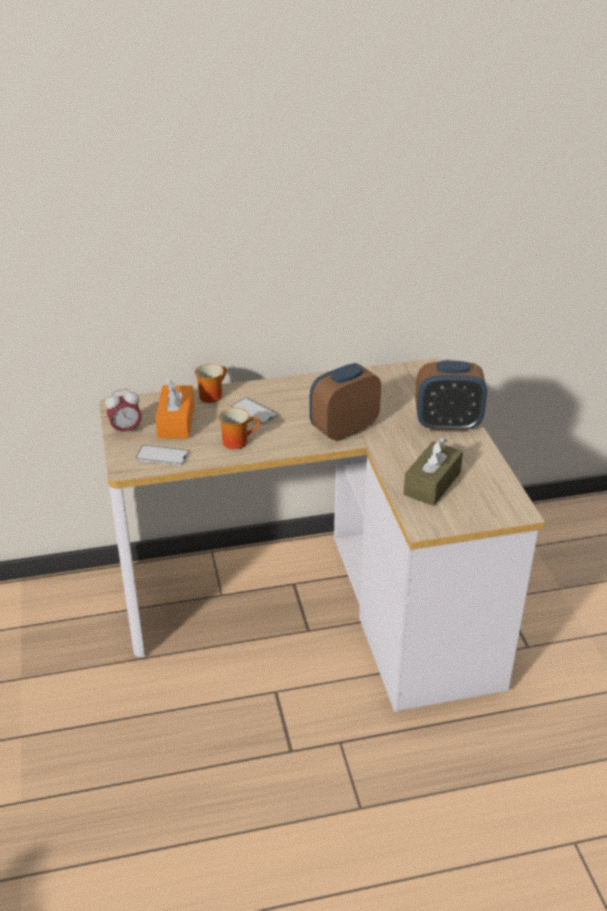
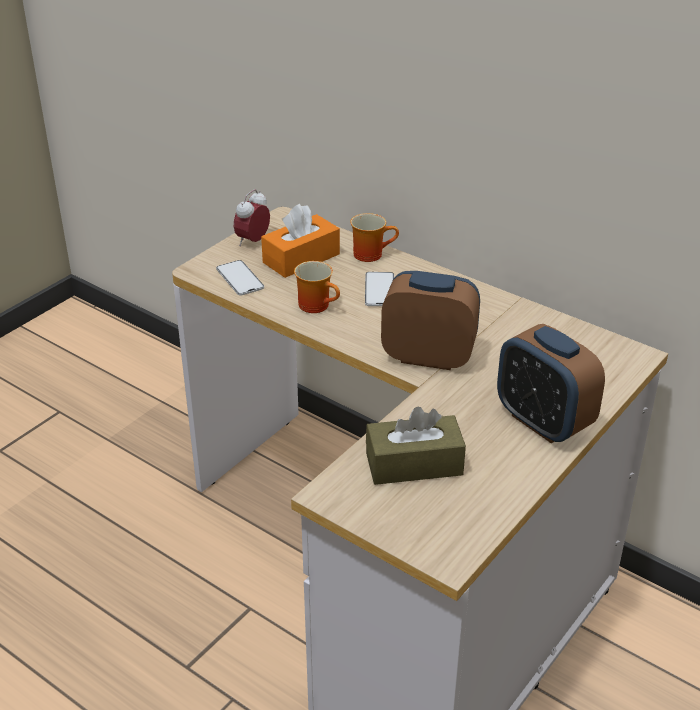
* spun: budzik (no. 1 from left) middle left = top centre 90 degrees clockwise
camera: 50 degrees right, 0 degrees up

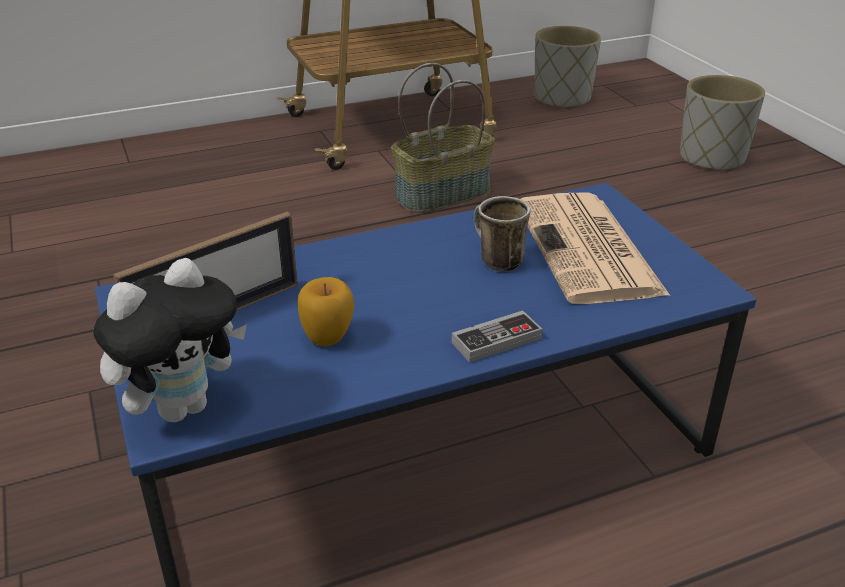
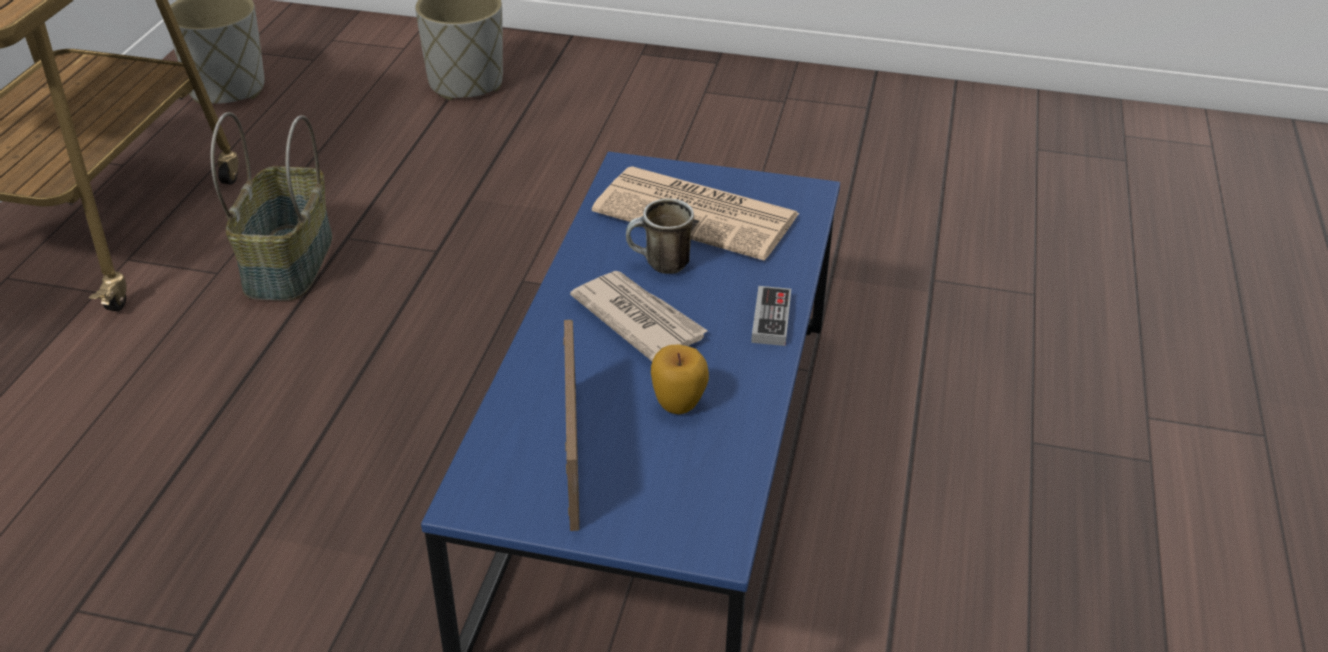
* missing: pluszak middle left
* appeared: gazeta (no. 1 from left) centre
camera: 55 degrees left, 5 degrees up

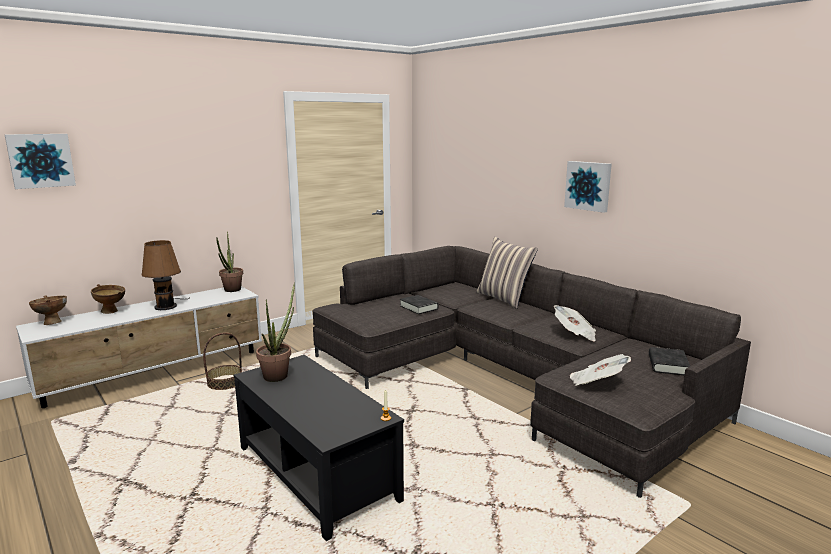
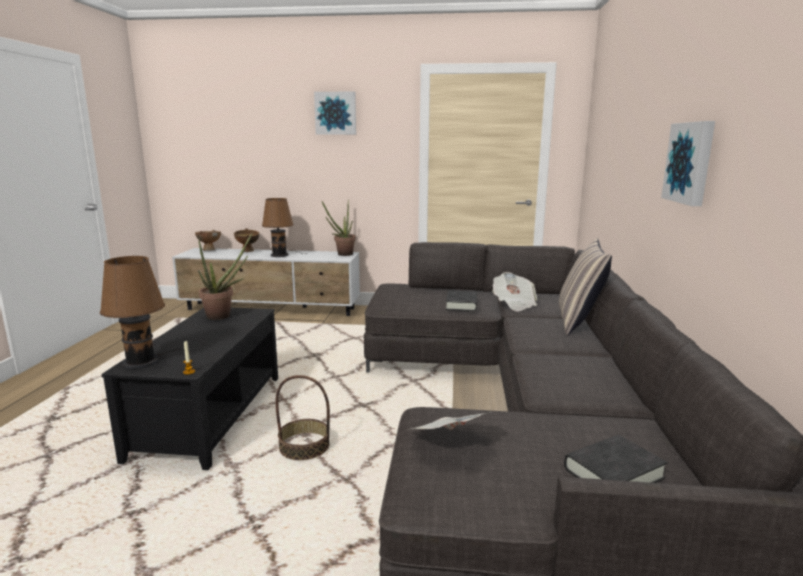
* appeared: lampa stołowa/brązowy (no. 1 from left) middle left
* relocated: obraz (no. 1 from left) top left to top centre
* relocated: koszyk middle left to bottom centre
* relocated: gazeta (no. 1 from left in the first image) middle right to gazeta (no. 2 from left) centre
camera: 45 degrees right, 0 degrees up

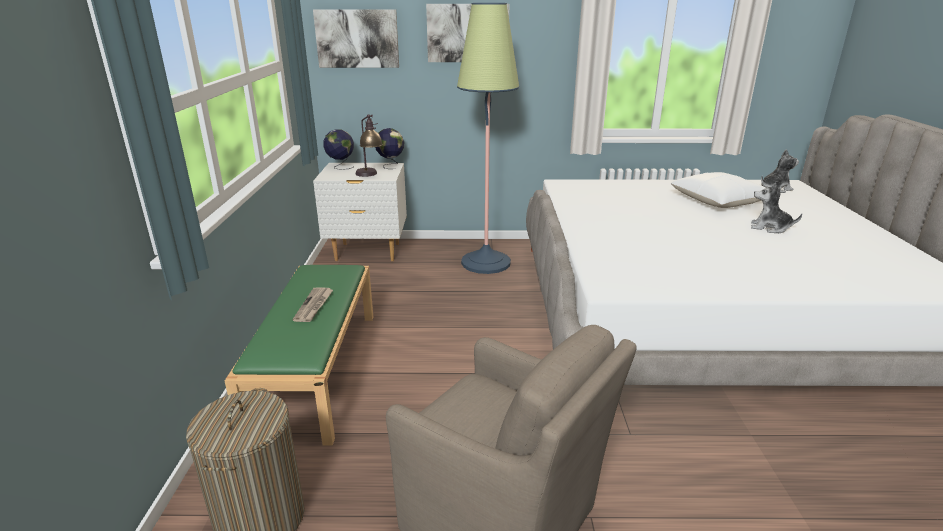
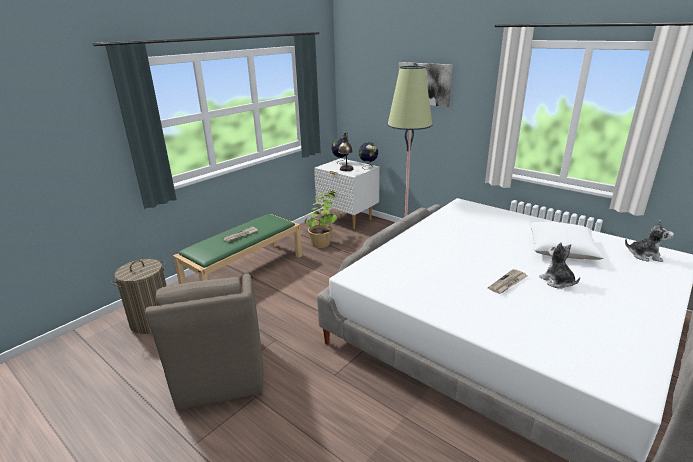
* missing: obraz (no. 1 from left) top centre
* appeared: roślina doniczkowa centre
* appeared: gazeta (no. 2 from left) middle right
camera: 40 degrees right, 0 degrees up

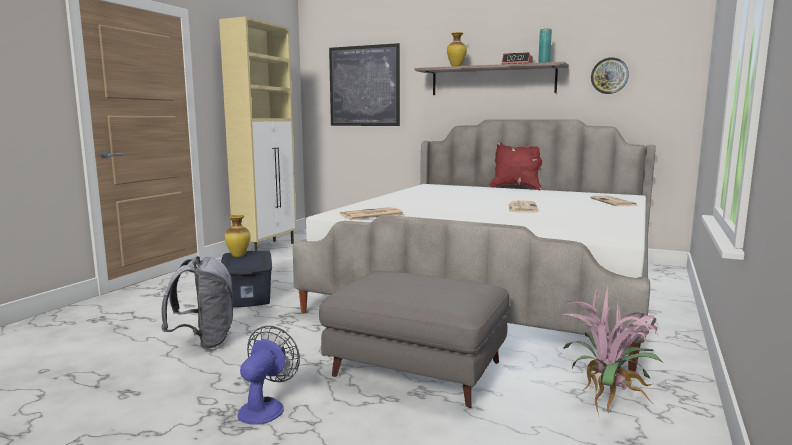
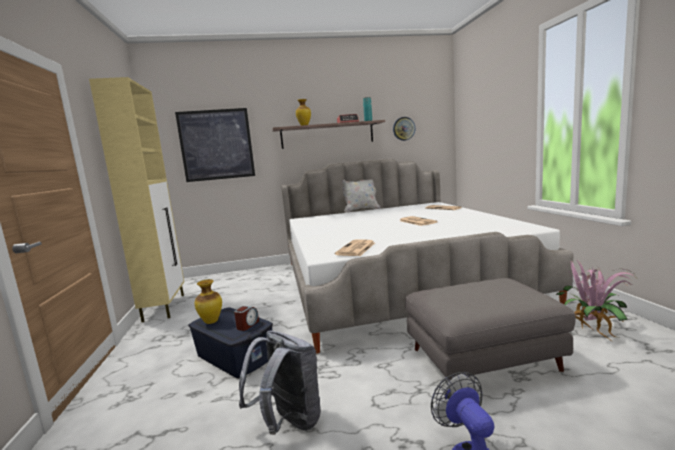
* appeared: budzik (no. 1 from left) bottom centre
* colour: poduszka/czerwony centre to poduszka/biały centre
camera: 35 degrees left, 0 degrees up

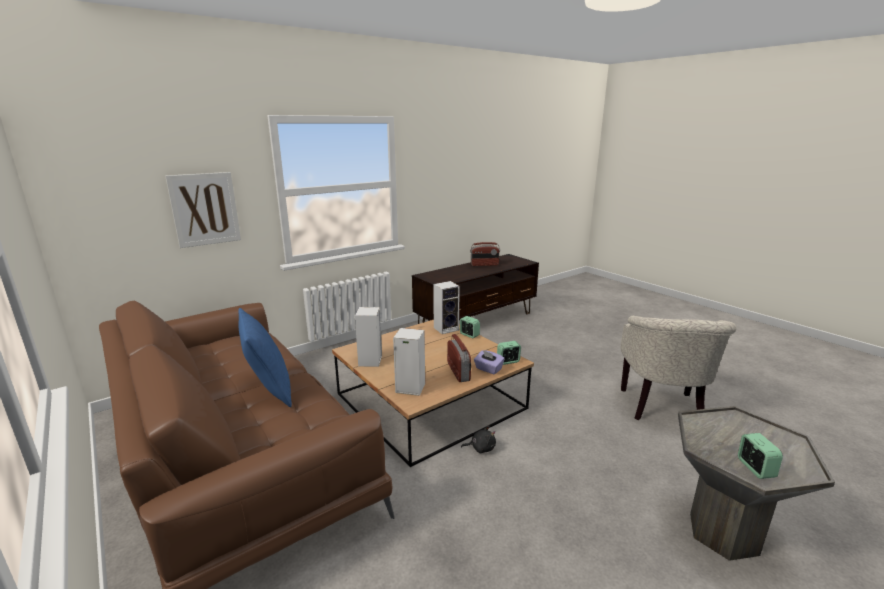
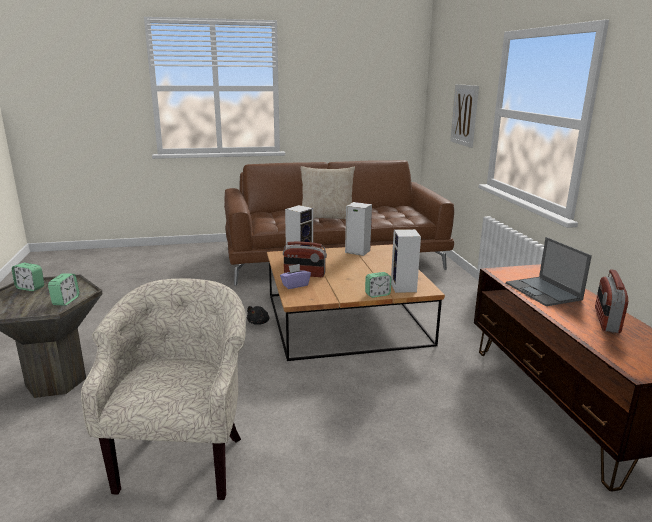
* appeared: laptop middle right
* relocated: budzik (no. 2 from left) centre to middle left
* colour: poduszka/niebieski middle left to poduszka/beżowy centre
* spun: fotel/beżowy middle right = bottom left 60 degrees clockwise
camera: 115 degrees right, 0 degrees up

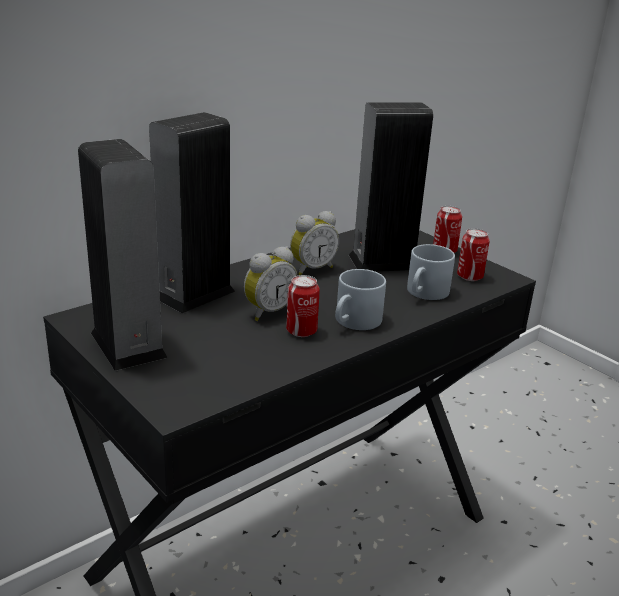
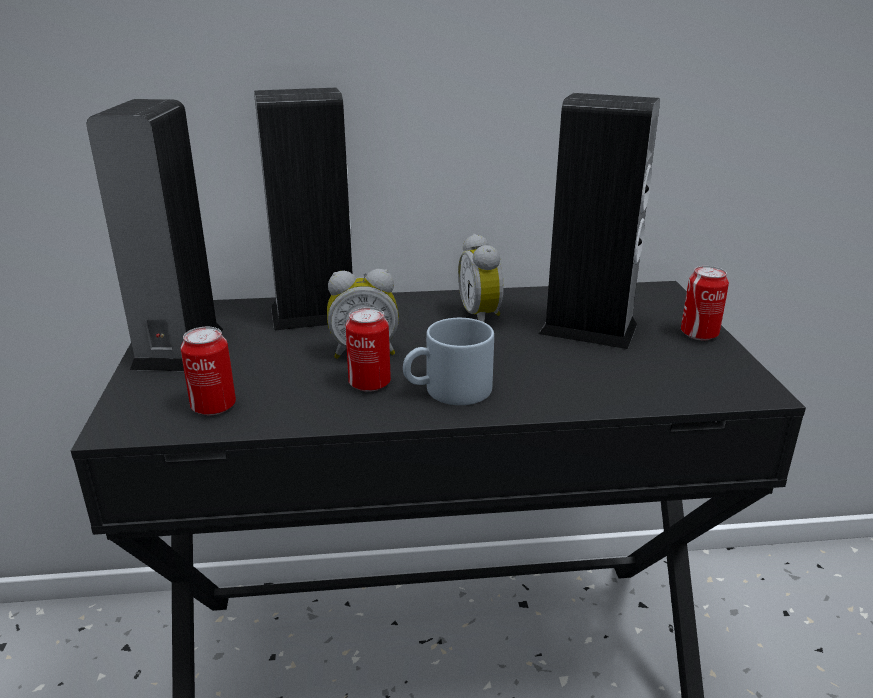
* missing: kubek/szary (no. 2 from left) middle right
* relocated: puszka (no. 3 from left in the first image) middle right to puszka (no. 1 from left) middle left
* spun: budzik (no. 2 from left) centre = centre 75 degrees clockwise
camera: 35 degrees right, 0 degrees up

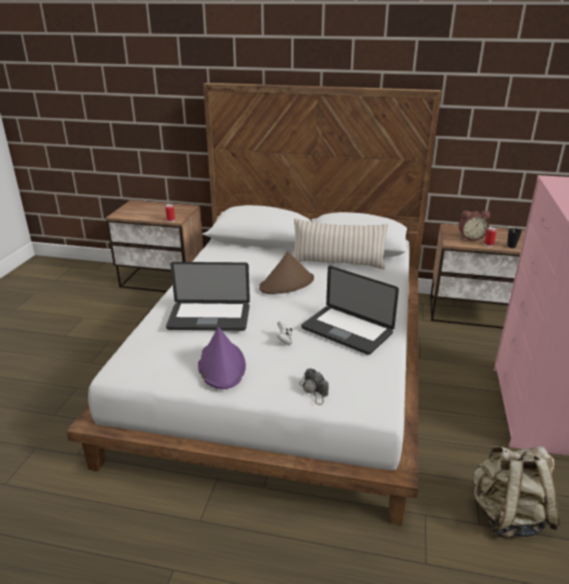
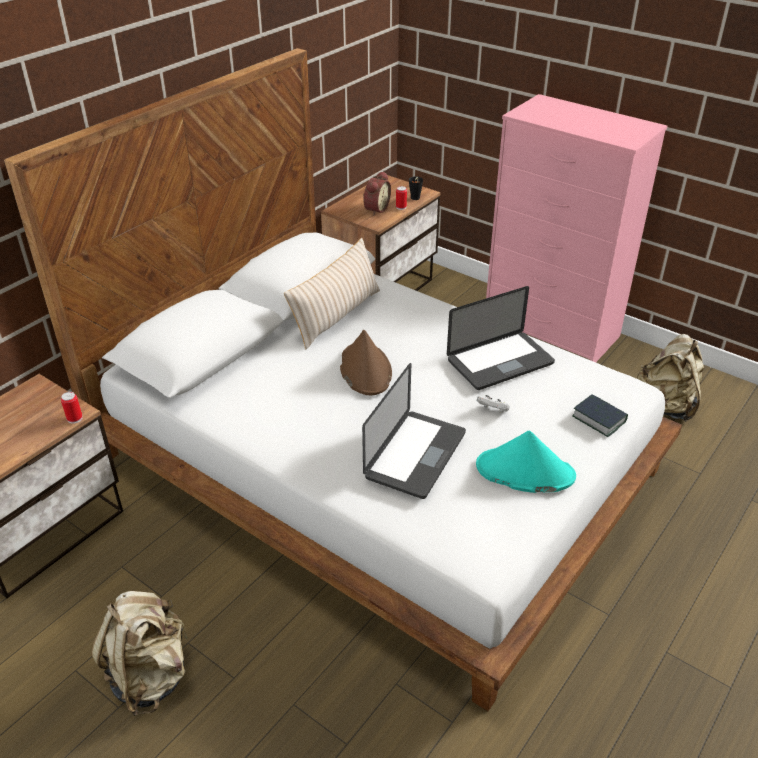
* appeared: plecak/beżowy (no. 1 from left) bottom left
* exchanged: aparat fotograficzny centre to książka middle right
* colour: kapelusz/fioletowy centre to kapelusz/turkusowy middle right
camera: 65 degrees left, 10 degrees up

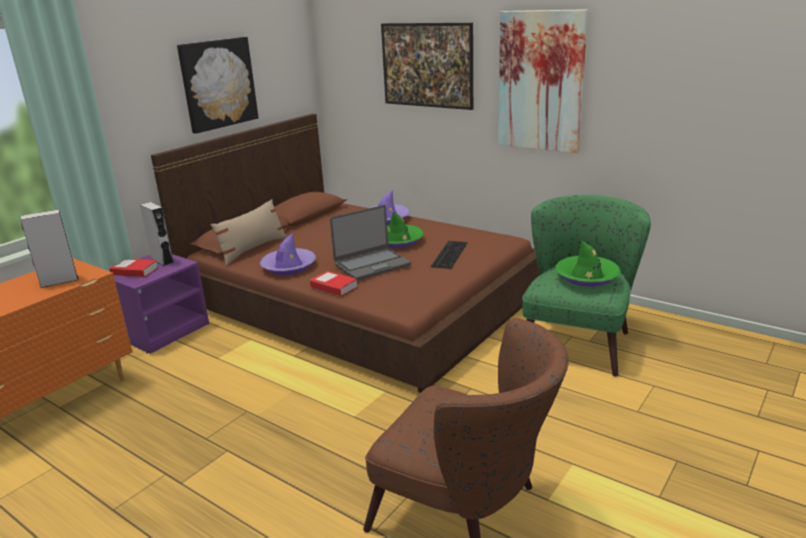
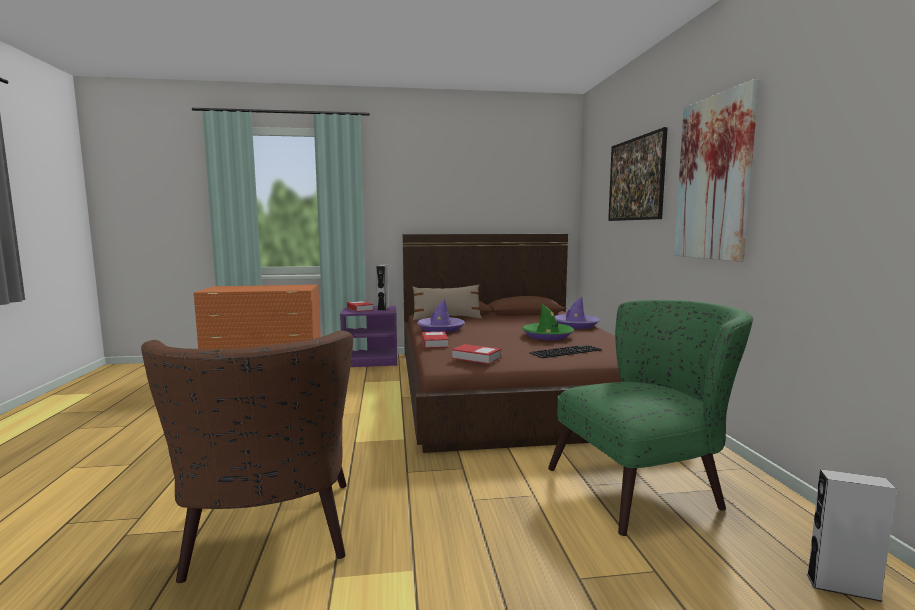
* missing: obraz (no. 1 from left) top left
* missing: laptop centre
* missing: kapelusz/zielony (no. 2 from left) middle right
* appeared: książka (no. 3 from left) centre
* relocated: głośnik/szary (no. 1 from left in the first image) middle left to głośnik/szary (no. 2 from left) bottom right
camera: 45 degrees right, 15 degrees down

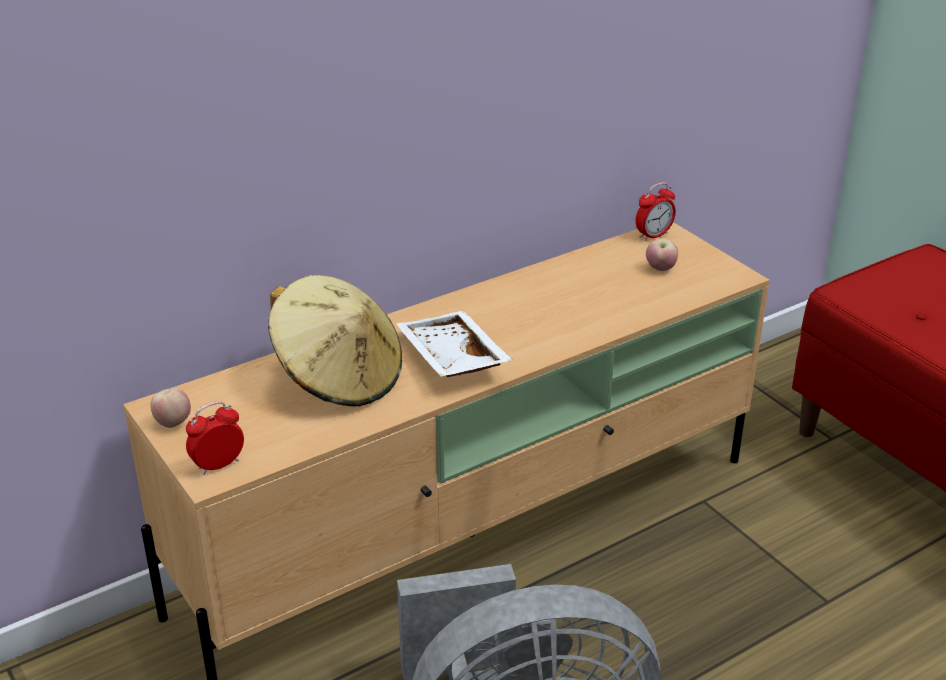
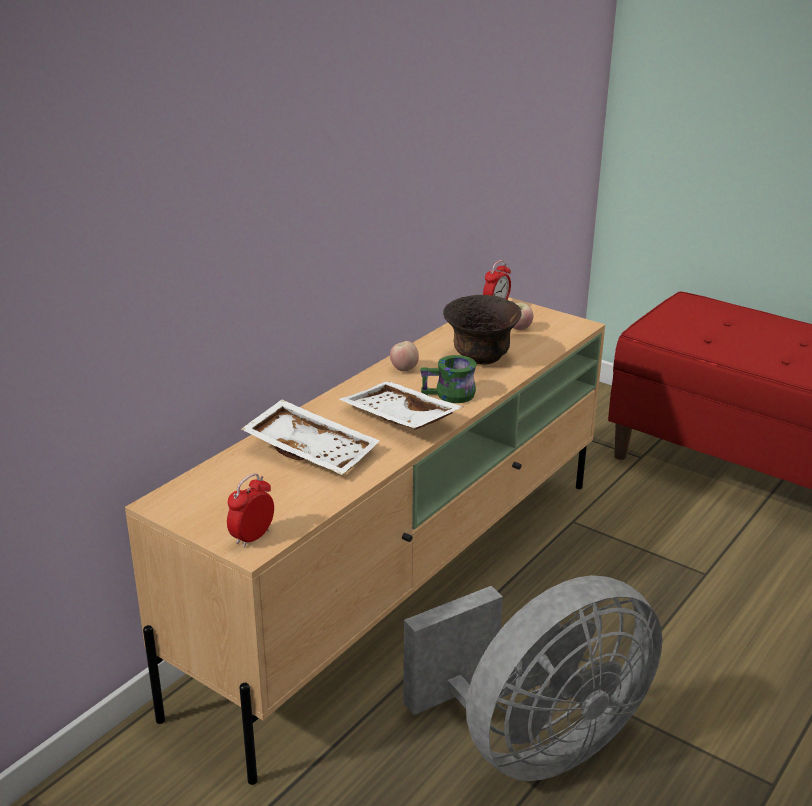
* appeared: kubek/zielony centre
* appeared: miska/brązowy centre
* relocated: jabłko (no. 1 from left) middle left to centre
* exchanged: kapelusz/beżowy centre to taca/biały (no. 1 from left) centre
camera: 20 degrees left, 5 degrees down

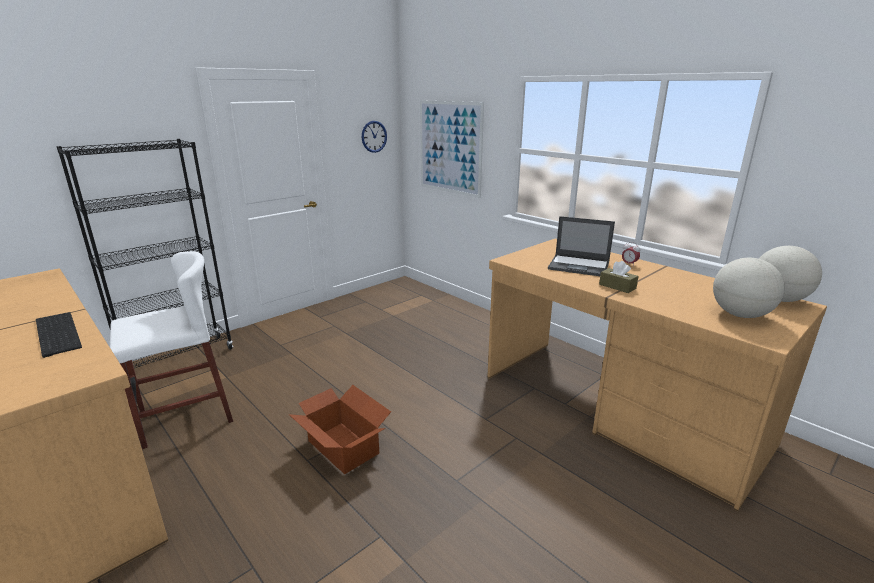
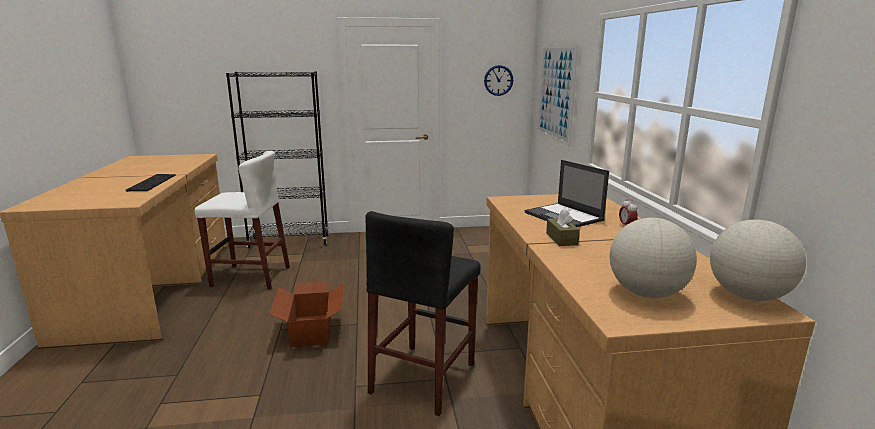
* appeared: stołek/czarny bottom centre
camera: 35 degrees right, 5 degrees down

